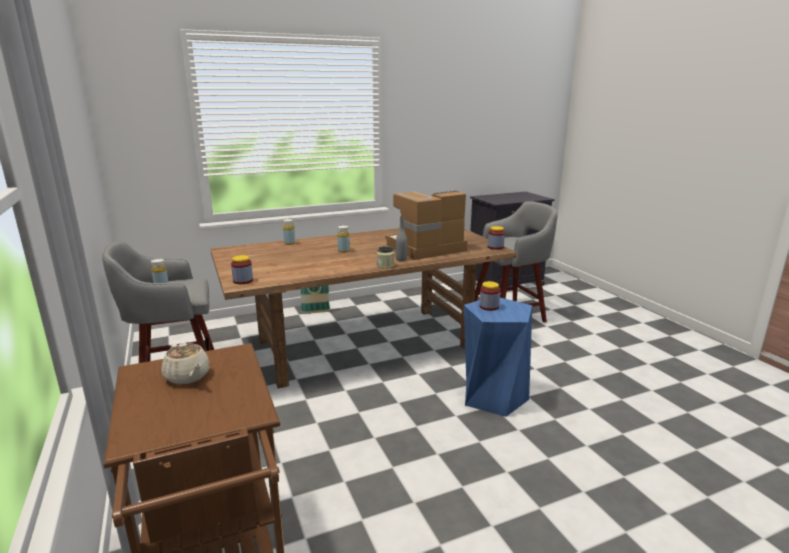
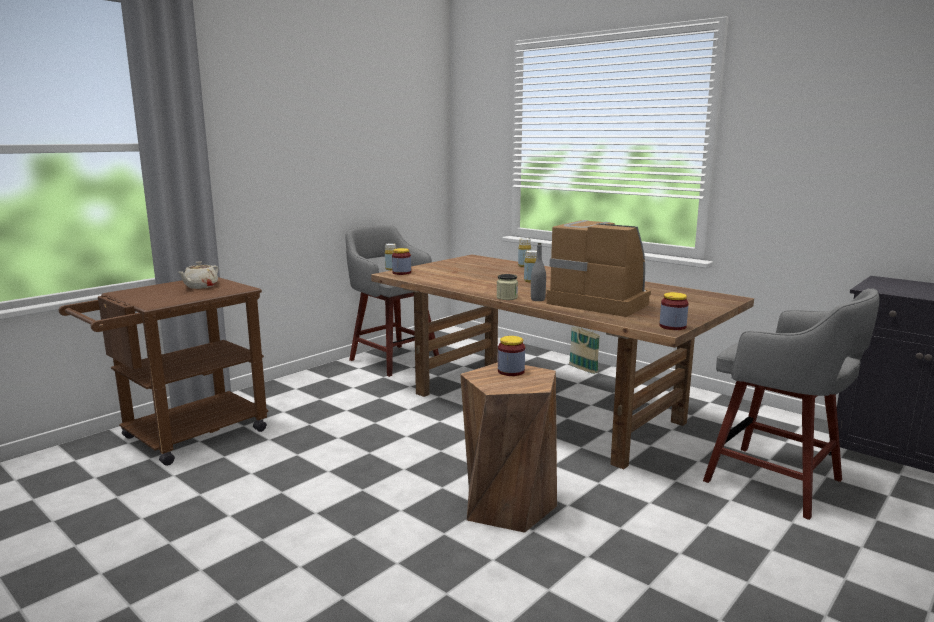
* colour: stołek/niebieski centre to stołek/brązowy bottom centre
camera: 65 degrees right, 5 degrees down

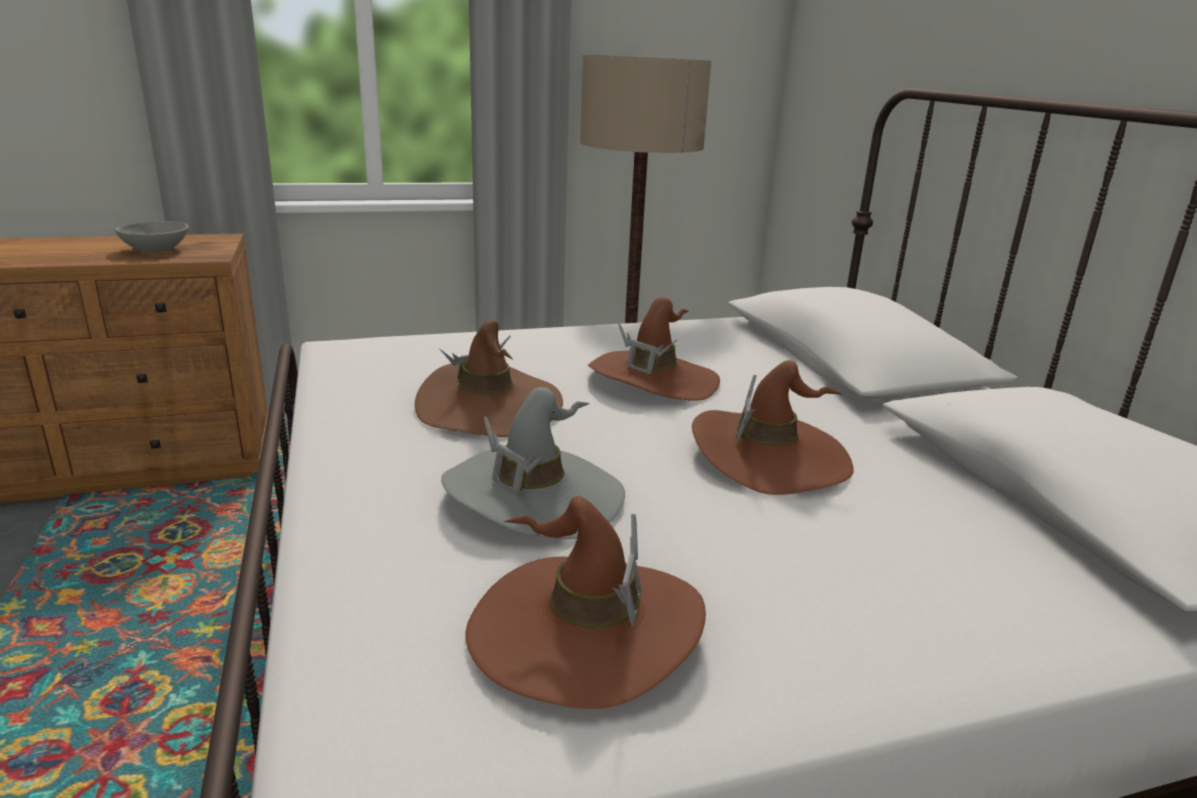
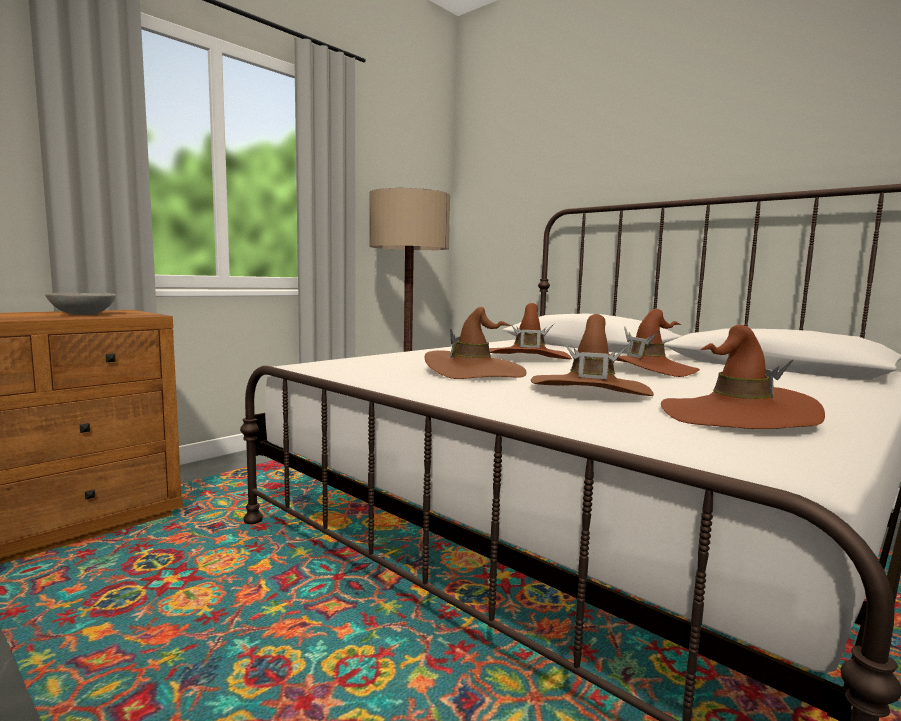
* colour: kapelusz/szary centre to kapelusz/brązowy (no. 3 from left) centre
camera: 30 degrees left, 15 degrees down

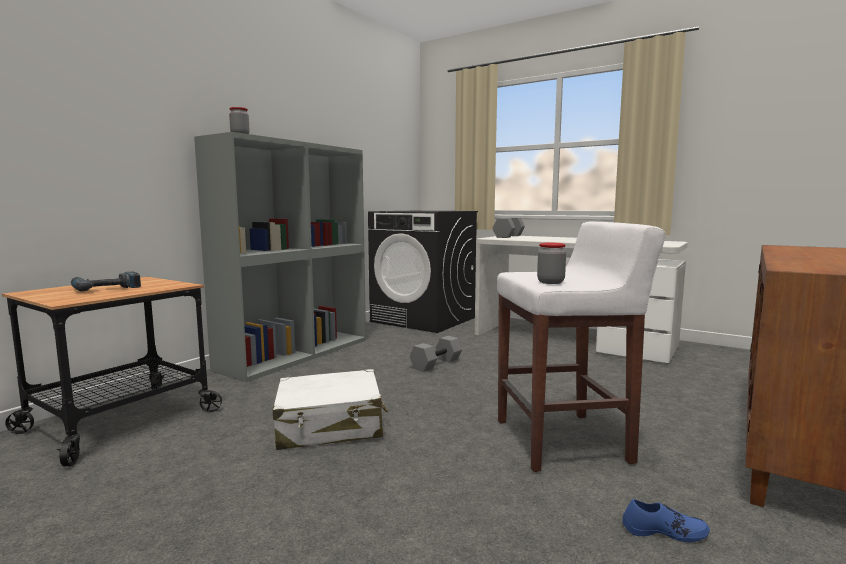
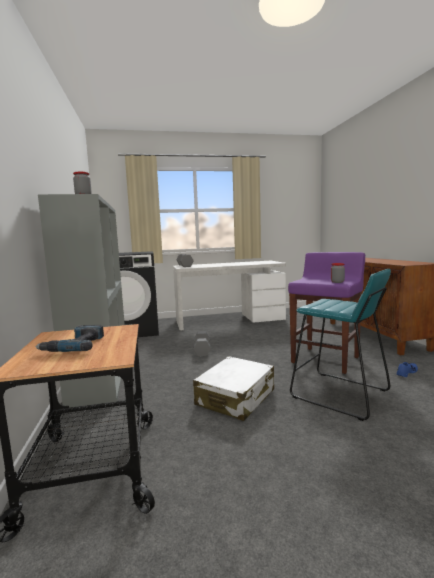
* appeared: stołek/turkusowy middle right
* colour: stołek/biały middle right to stołek/fioletowy middle right
camera: 45 degrees left, 0 degrees up

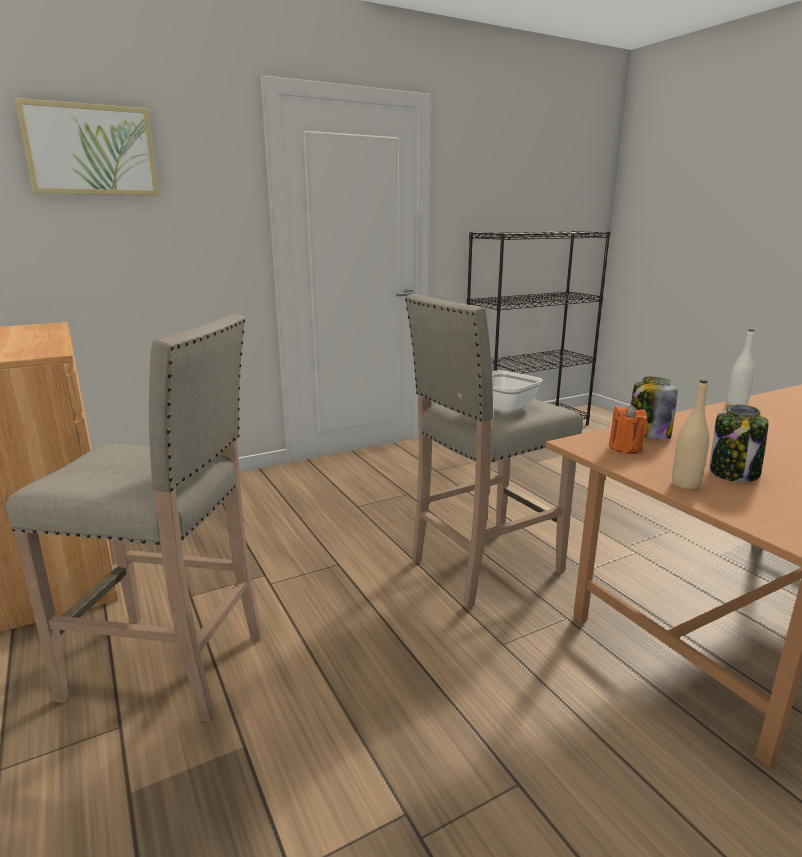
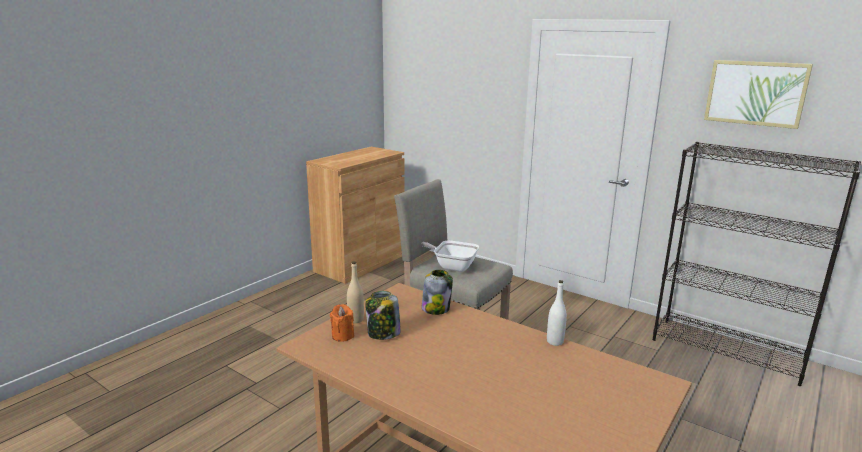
* missing: stołek/beżowy (no. 1 from left) middle left
* relocated: obraz top left to top right
* relocated: świeca/pomarańczowy middle right to bottom centre
camera: 65 degrees right, 0 degrees up

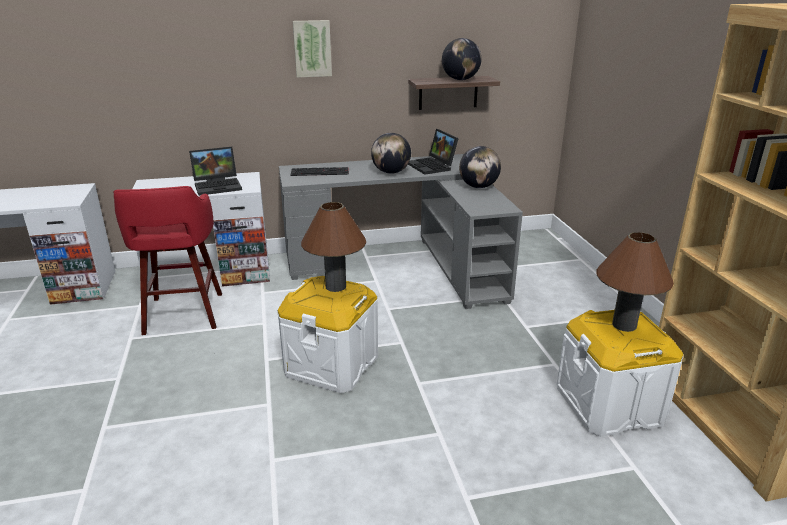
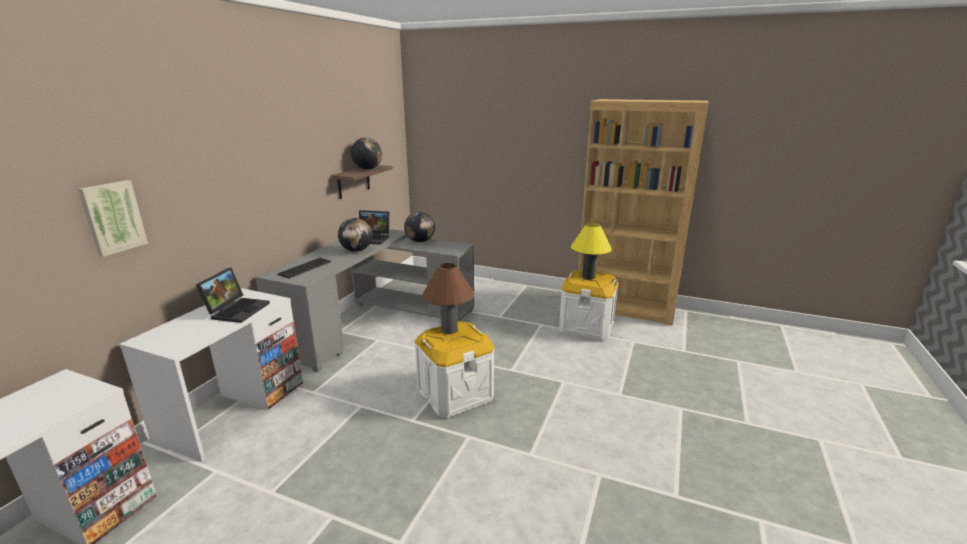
* missing: stołek/czerwony middle left
* relocated: obraz top centre to middle left
* colour: lampa stołowa/brązowy (no. 2 from left) middle right to lampa stołowa/żółty centre
camera: 55 degrees left, 5 degrees down

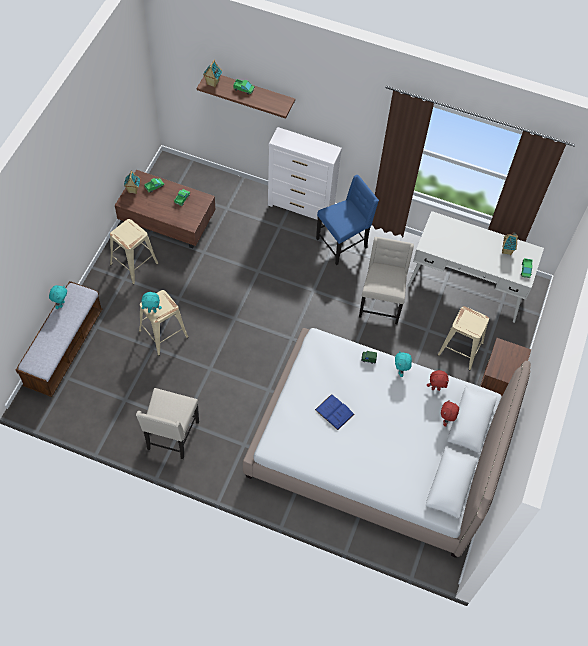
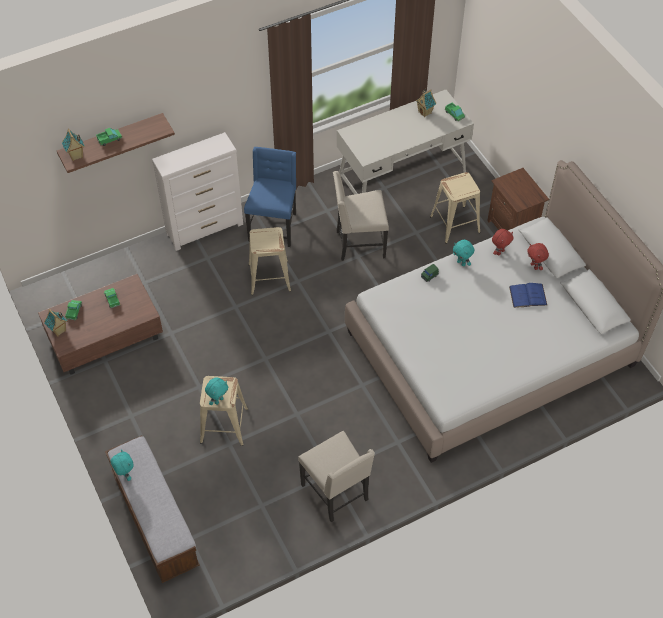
* relocated: stołek/beżowy (no. 1 from left in the first image) middle left to stołek/beżowy (no. 2 from left) centre
* relocated: książka/niebieski centre to middle right
* spun: krzesło/beżowy (no. 2 from left) centre = centre 60 degrees counterclockwise
camera: 45 degrees left, 5 degrees down

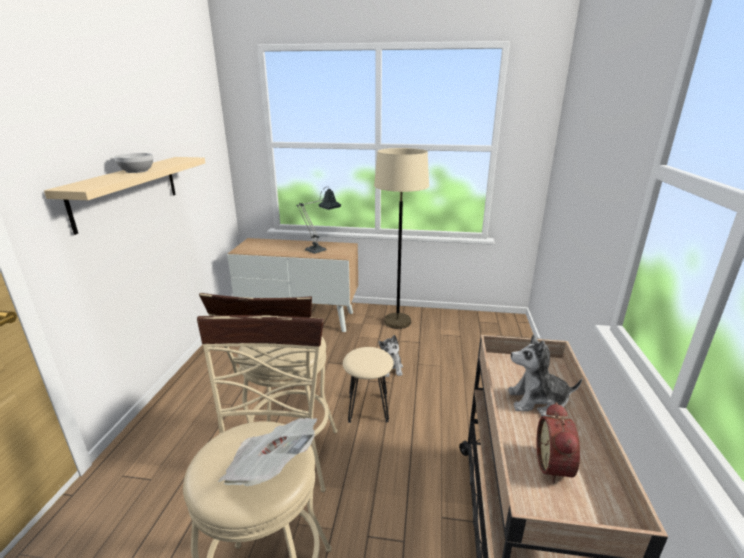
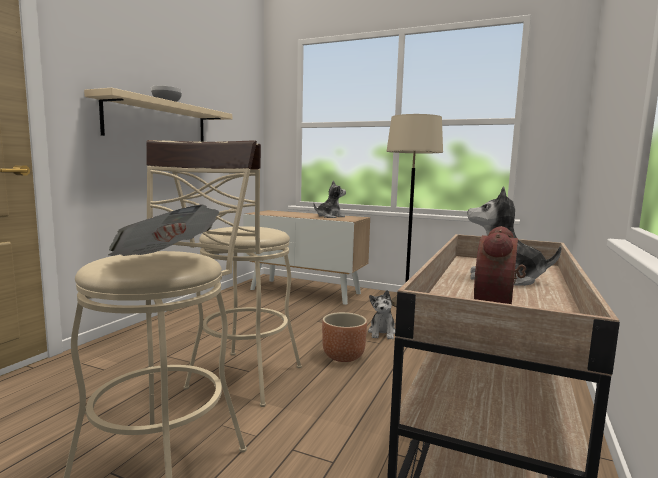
* exchanged: lampa stołowa centre to pluszak (no. 1 from left) centre
* exchanged: stołek/beżowy (no. 3 from left) bottom centre to donica/brązowy bottom centre
camera: 15 degrees right, 15 degrees down

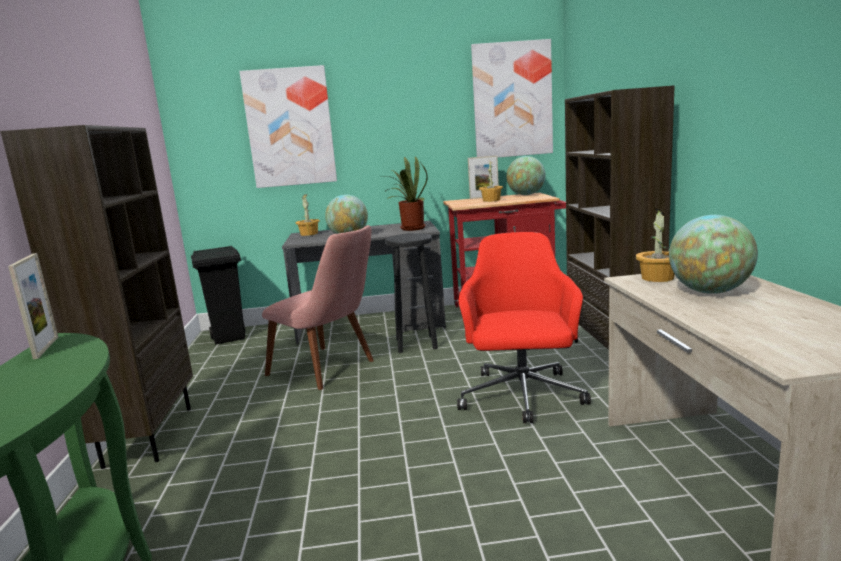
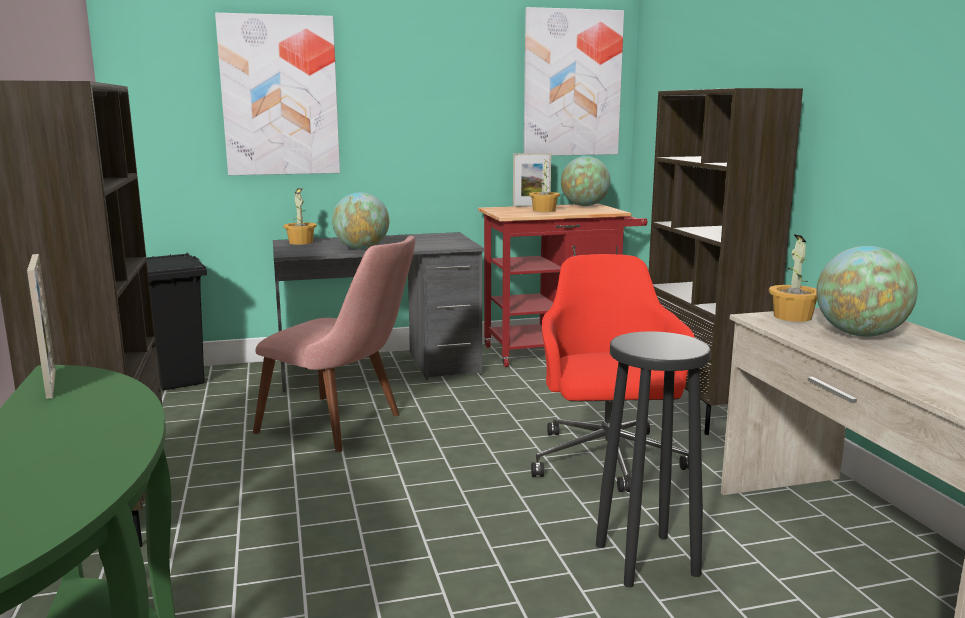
* missing: roślina doniczkowa (no. 2 from left) centre
* relocated: stołek/czarny centre to bottom right
camera: 10 degrees left, 0 degrees up

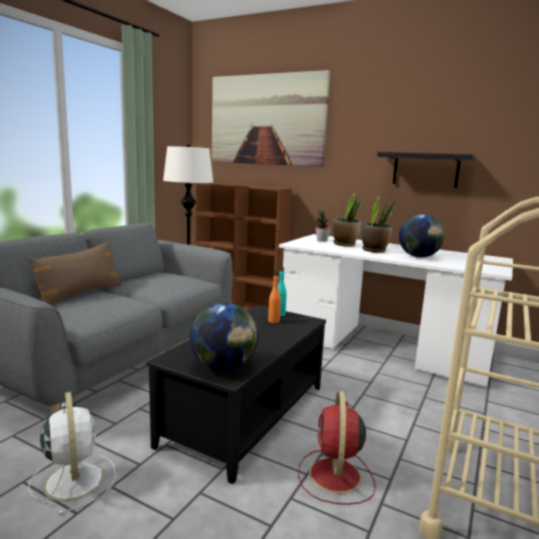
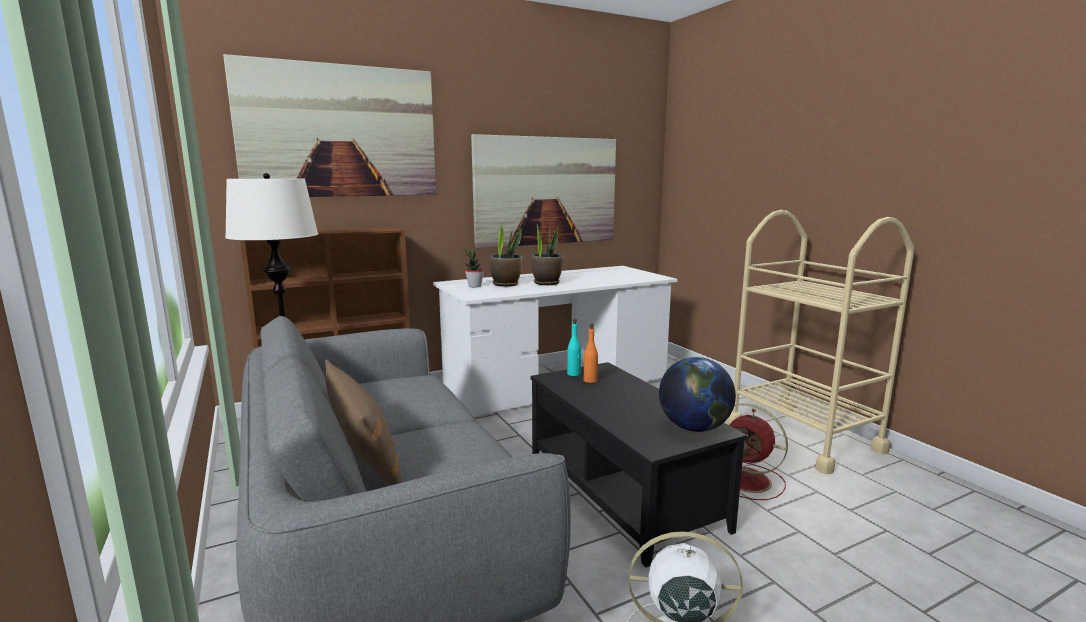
* missing: globus (no. 2 from left) middle right
* exchanged: półka/czarny top right to obraz (no. 2 from left) top centre
camera: 55 degrees left, 0 degrees up

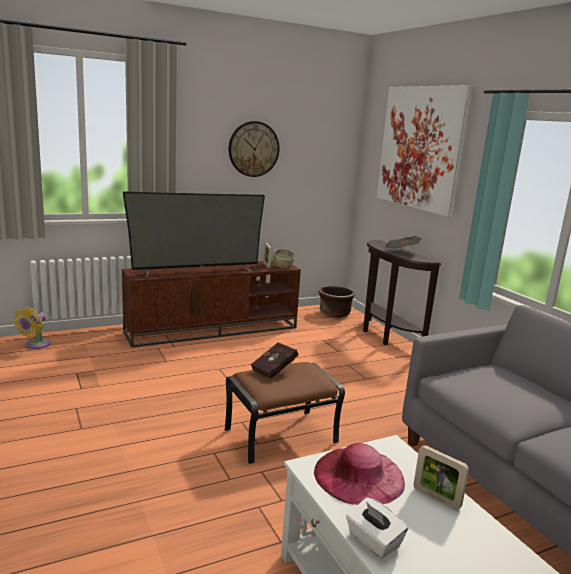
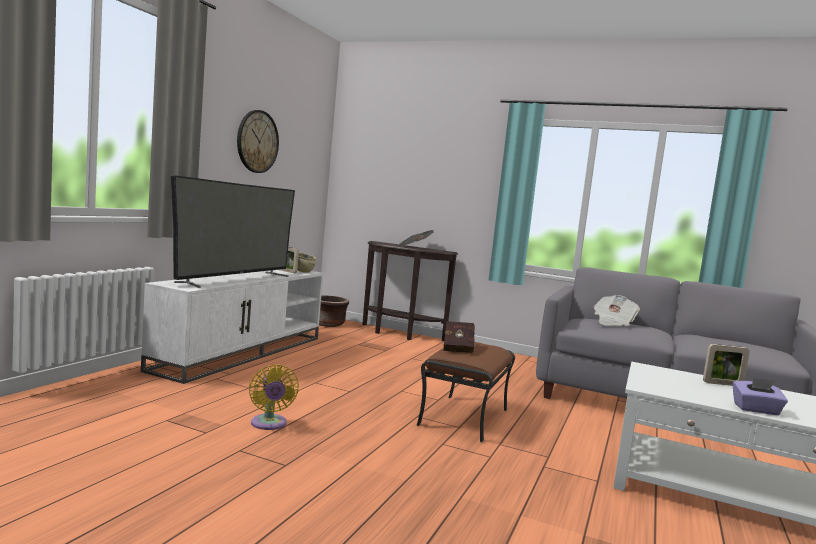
* missing: kapelusz/różowy bottom centre
* missing: obraz top right
* appeared: gazeta (no. 2 from left) middle right
* relocated: wentylator/żółty middle left to bottom centre
* colour: szafka pod telewizor/brązowy centre to szafka pod telewizor/biały middle left
* colour: pudełko chusteczek/biały bottom centre to pudełko chusteczek/fioletowy bottom right
camera: 40 degrees left, 10 degrees down

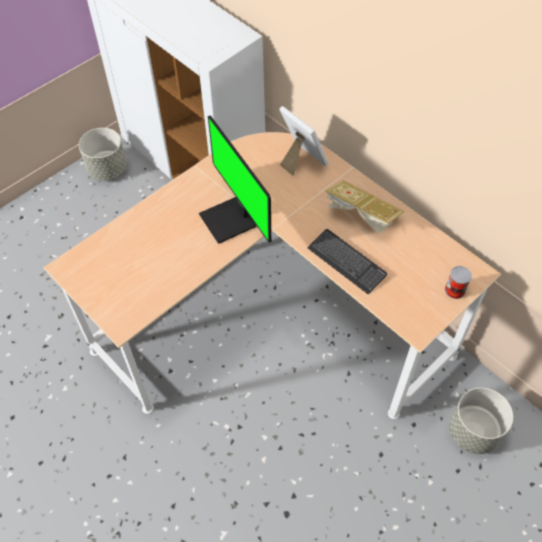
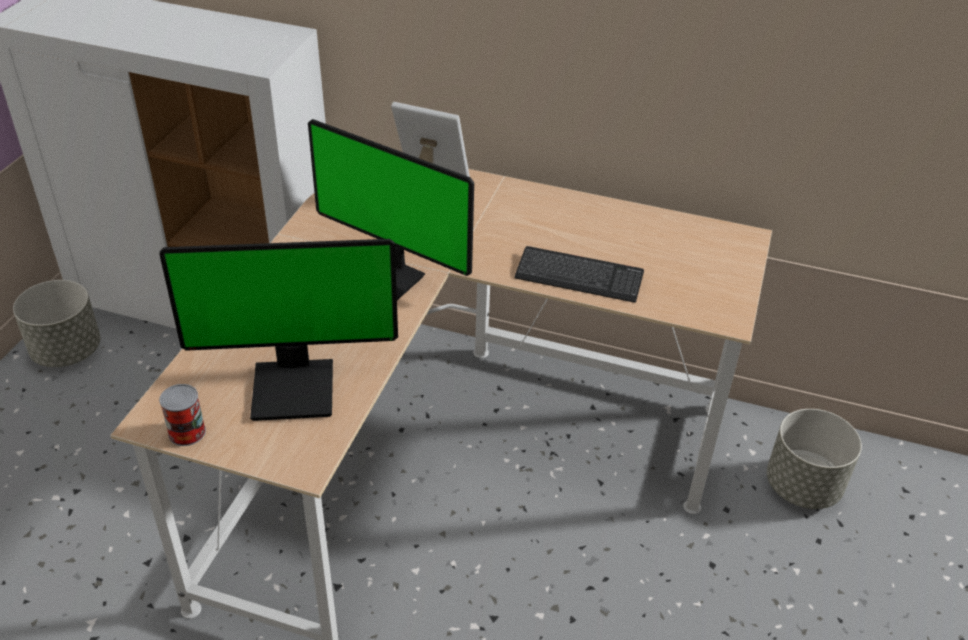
* missing: książka middle right
* appeared: monitor (no. 1 from left) middle left
* relocated: puszka middle right to middle left
camera: 30 degrees left, 15 degrees down

